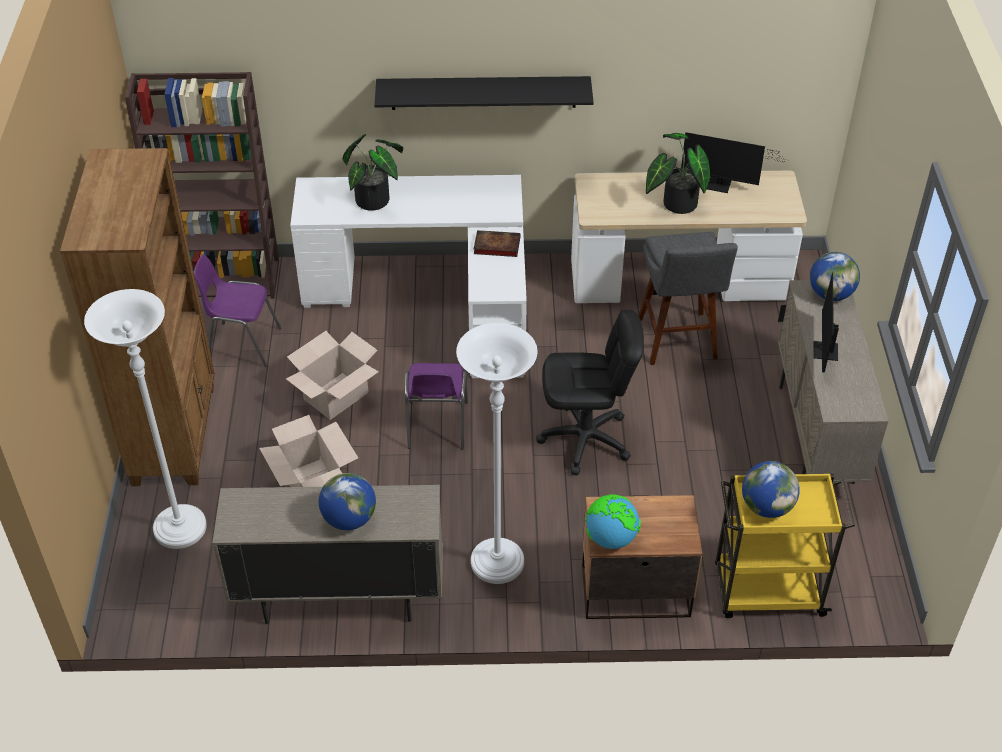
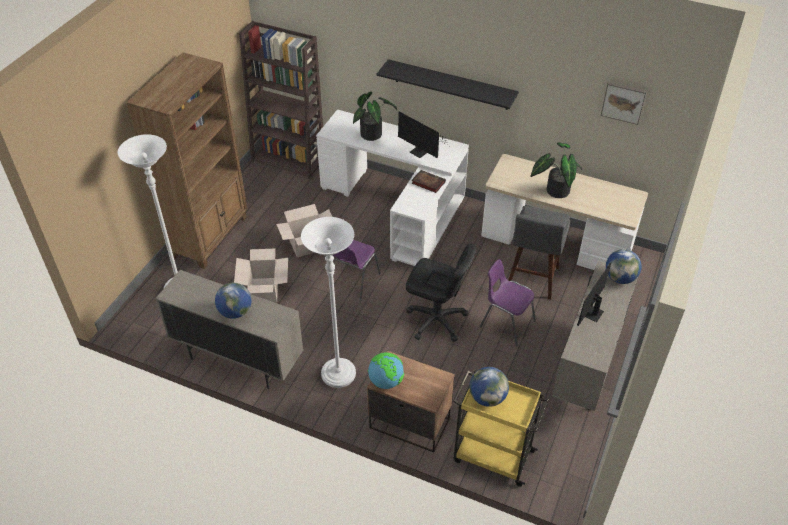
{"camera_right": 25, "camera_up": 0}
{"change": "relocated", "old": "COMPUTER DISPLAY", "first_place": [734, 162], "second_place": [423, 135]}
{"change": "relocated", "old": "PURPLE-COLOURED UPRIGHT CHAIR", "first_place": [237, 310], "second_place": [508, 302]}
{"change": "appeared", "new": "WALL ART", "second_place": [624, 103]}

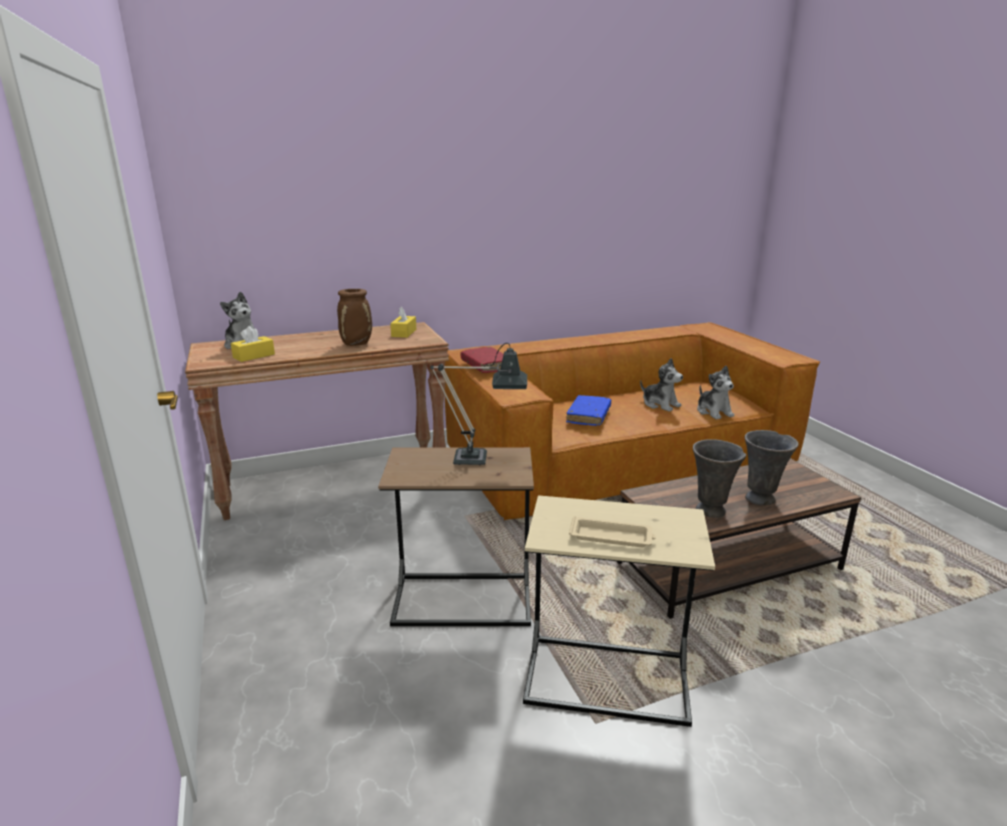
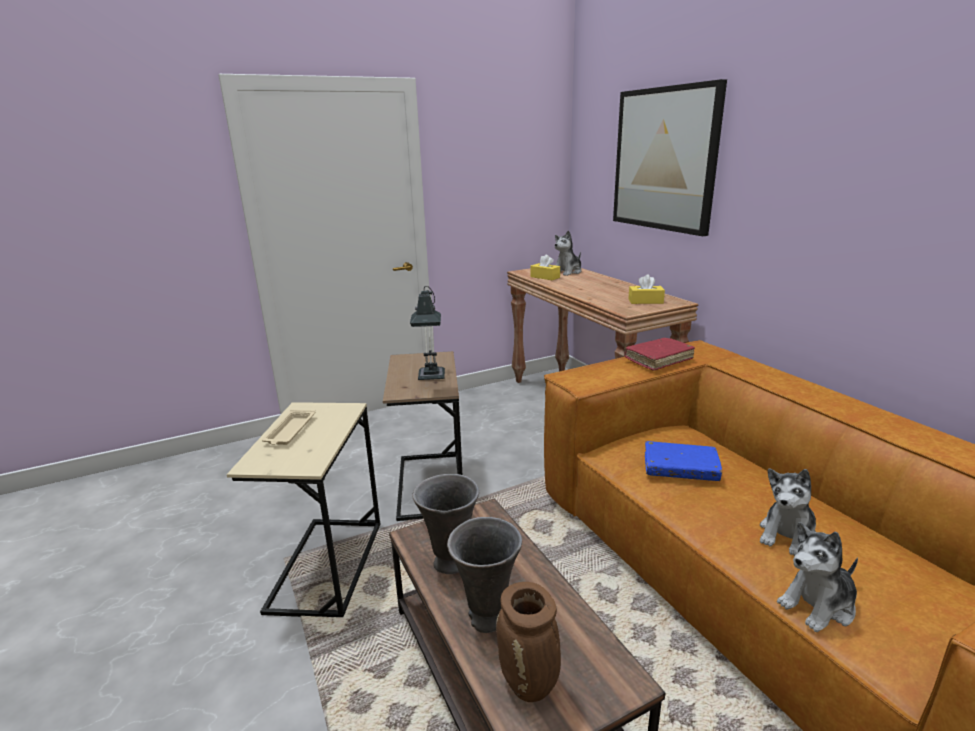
{"camera_right": 85, "camera_up": 0}
{"change": "relocated", "old": "BROWN DECORATIVE VASE", "first_place": [354, 317], "second_place": [528, 642]}
{"change": "appeared", "new": "WALL ART", "second_place": [670, 157]}

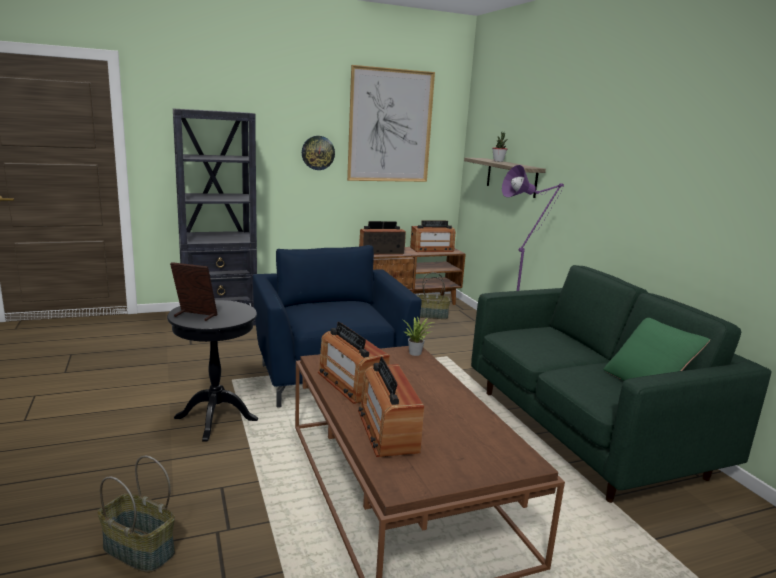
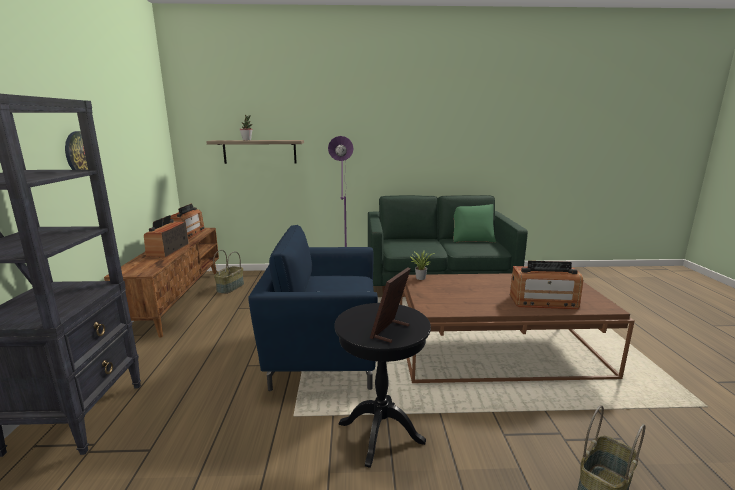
{"camera_right": -70, "camera_up": 0}
{"change": "missing", "old": "WALL ART", "first_place": [391, 123]}
{"change": "missing", "old": "RADIO SET", "first_place": [354, 363]}

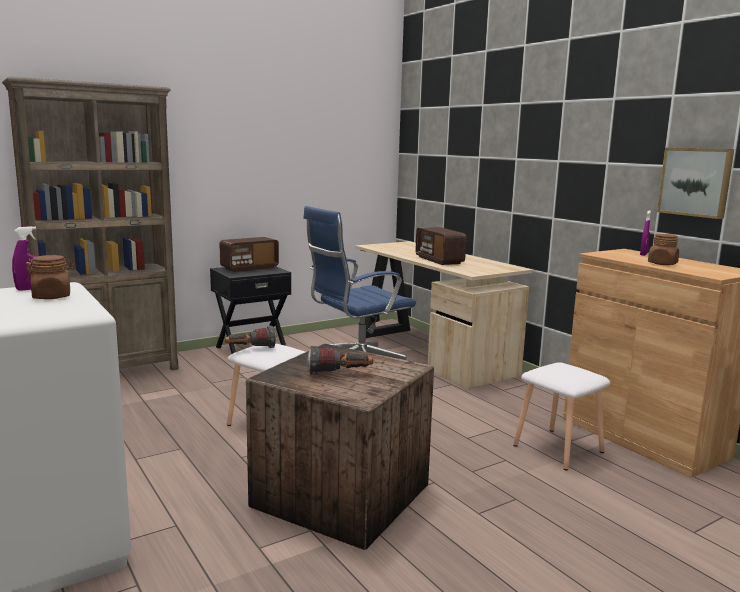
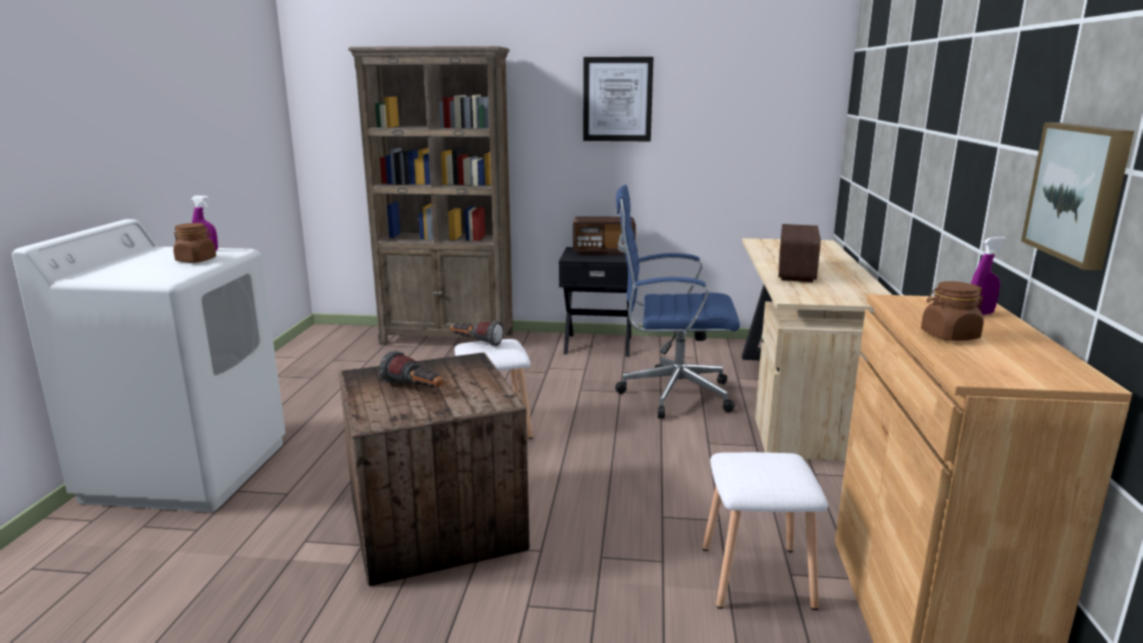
{"camera_right": 40, "camera_up": 5}
{"change": "appeared", "new": "WALL ART", "second_place": [618, 99]}

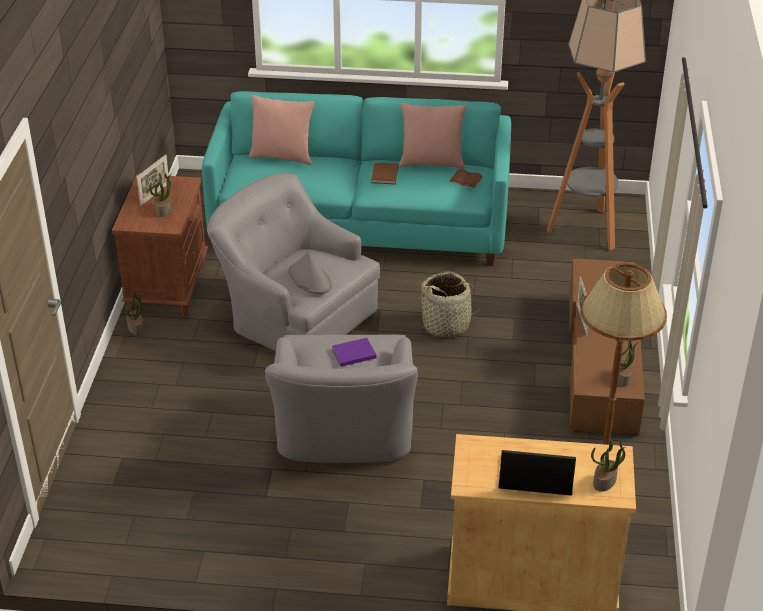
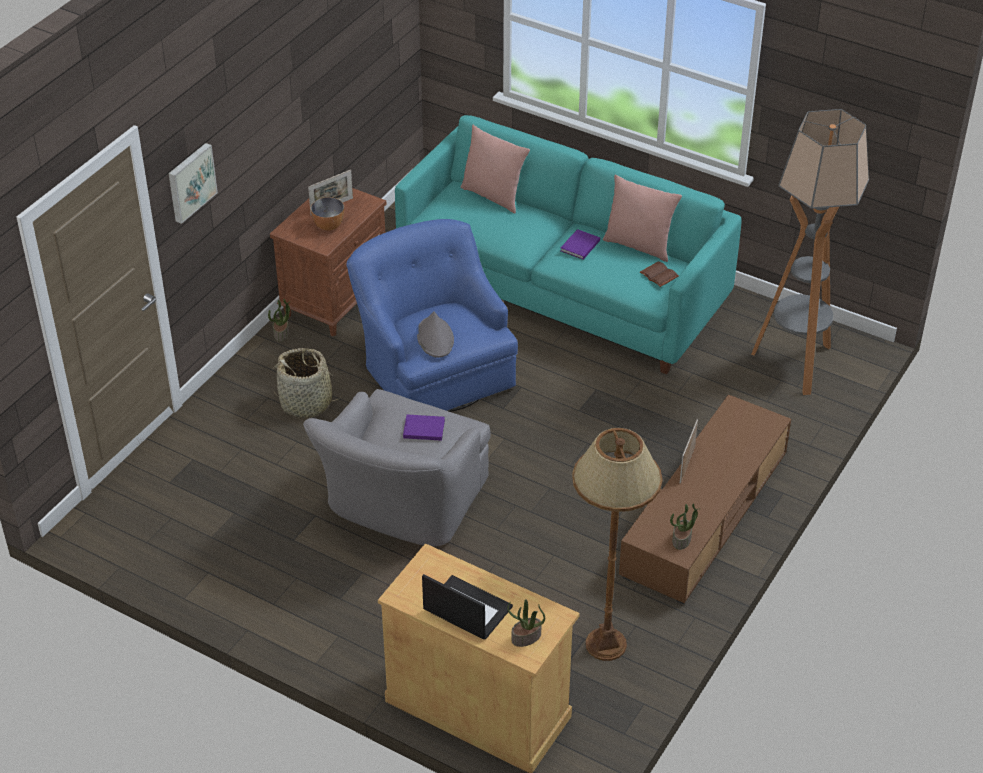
{"camera_right": 25, "camera_up": 5}
{"change": "colour", "old": "BROWN VOLUME", "new": "PURPLE-COLOURED VOLUME", "first_place": [384, 173], "second_place": [580, 244]}
{"change": "exchanged", "old": "POTTED PLANT", "new": "SERVING BOWL", "first_place": [160, 194], "second_place": [327, 213]}
{"change": "colour", "old": "GREY ARMCHAIR", "new": "BLUE ARMCHAIR", "first_place": [293, 262], "second_place": [432, 315]}
{"change": "relocated", "old": "BASKET", "first_place": [449, 304], "second_place": [307, 383]}
{"change": "appeared", "new": "WALL ART", "second_place": [193, 183]}

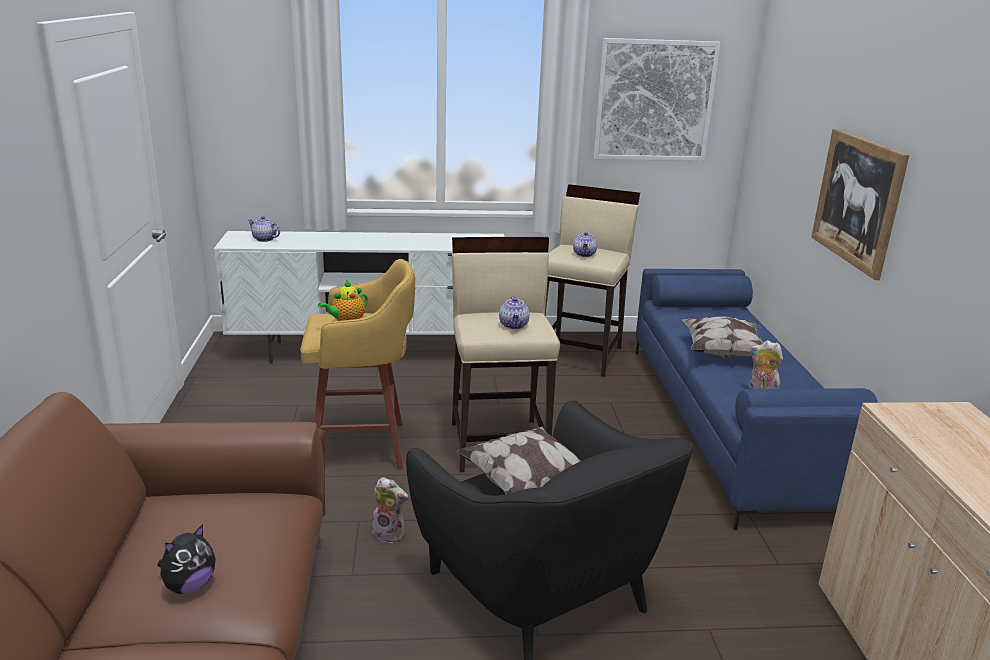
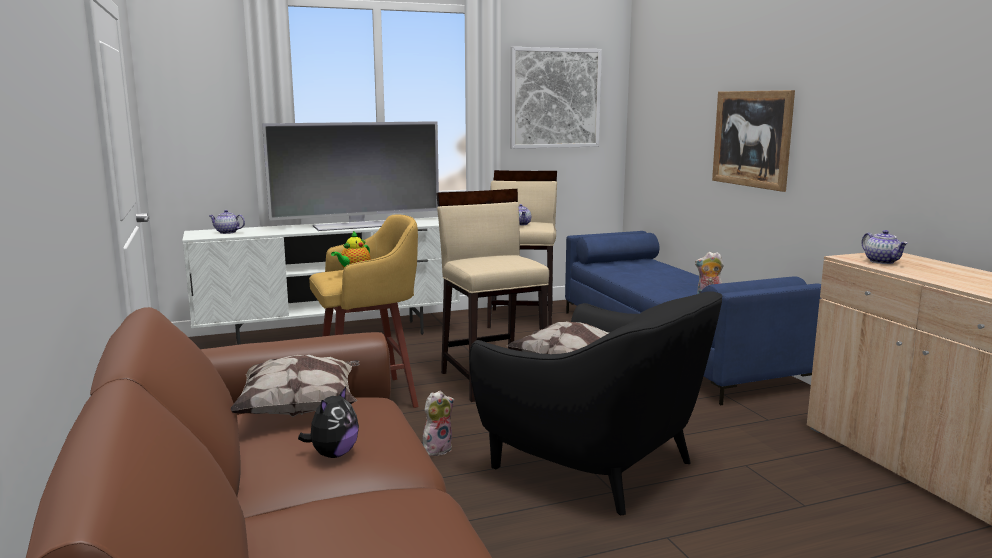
{"camera_right": -15, "camera_up": -10}
{"change": "relocated", "old": "TEA POT", "first_place": [514, 312], "second_place": [884, 247]}
{"change": "relocated", "old": "PILLOW", "first_place": [722, 337], "second_place": [295, 386]}
{"change": "spun", "old": "CUDDLY TOY", "first_place": [390, 510], "second_place": [438, 423], "degrees": -45}
{"change": "appeared", "new": "TV", "second_place": [350, 176]}

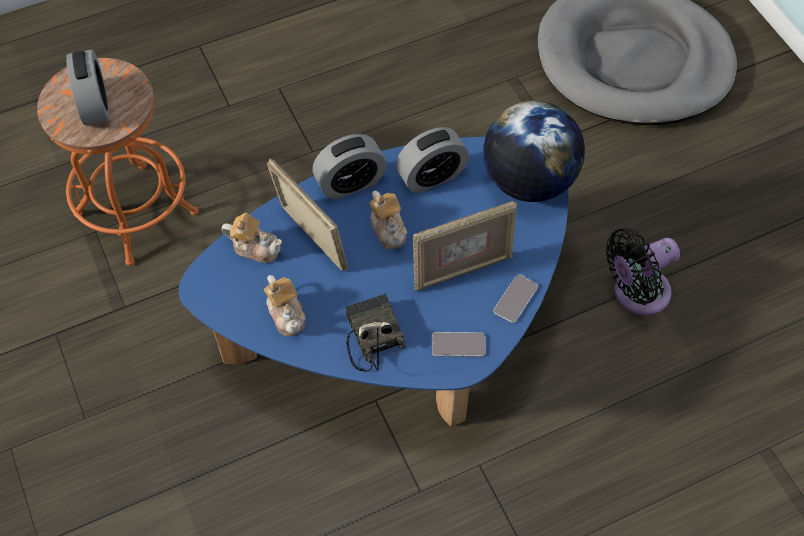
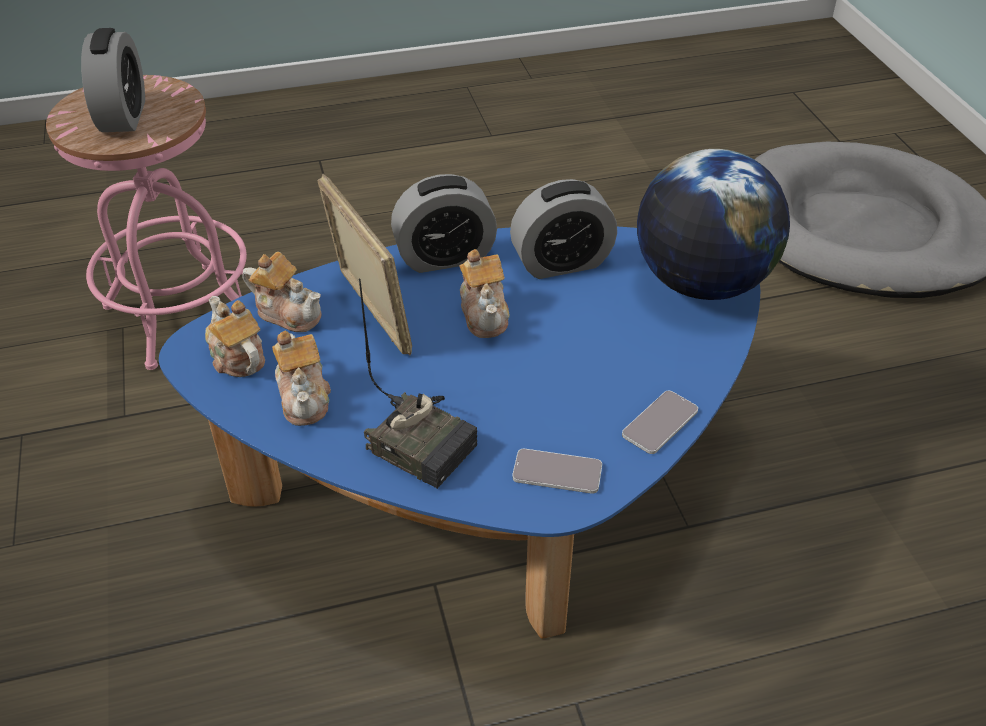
{"camera_right": 10, "camera_up": -15}
{"change": "colour", "old": "ORANGE STOOL", "new": "PINK-COLOURED STOOL", "first_place": [118, 162], "second_place": [146, 222]}
{"change": "missing", "old": "PHOTO FRAME", "first_place": [465, 246]}
{"change": "missing", "old": "BLACK FAN", "first_place": [643, 272]}
{"change": "spun", "old": "RADIO SET", "first_place": [375, 333], "second_place": [418, 384], "degrees": 135}
{"change": "appeared", "new": "TEA POT", "second_place": [235, 336]}

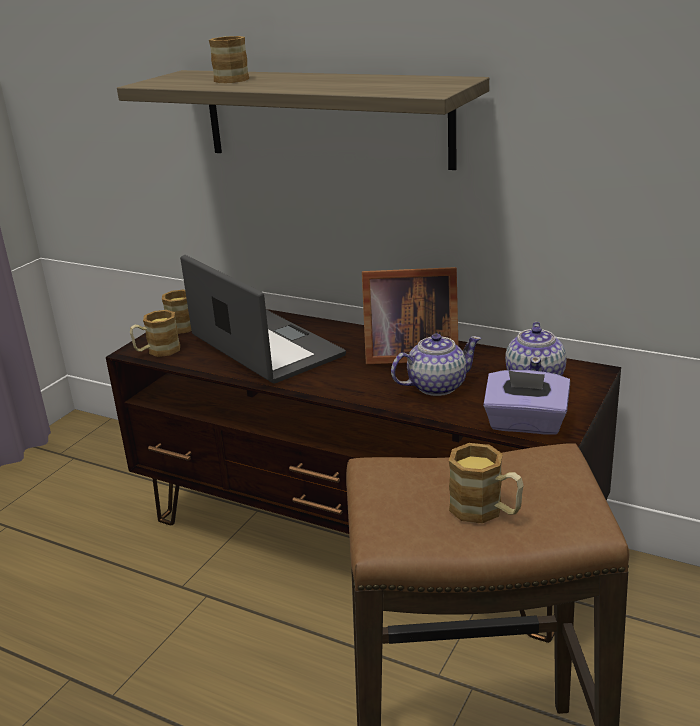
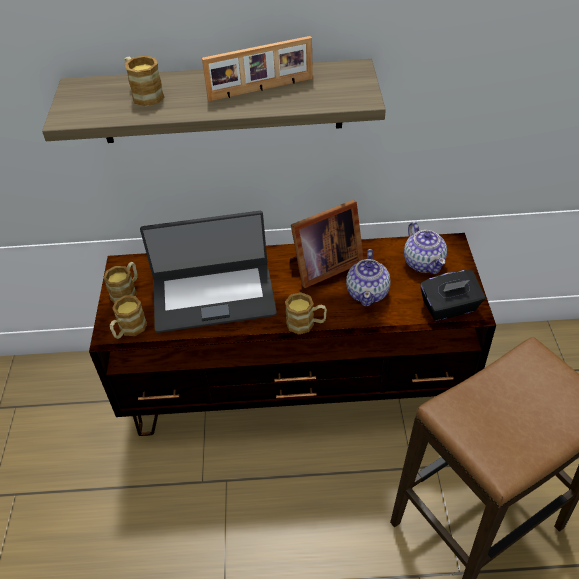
{"camera_right": -30, "camera_up": 20}
{"change": "spun", "old": "LAPTOP", "first_place": [263, 319], "second_place": [208, 272], "degrees": 150}
{"change": "spun", "old": "TEA POT", "first_place": [436, 365], "second_place": [368, 277], "degrees": 150}
{"change": "colour", "old": "PURPLE-COLOURED BOX OF TISSUES", "new": "BLACK BOX OF TISSUES", "first_place": [526, 402], "second_place": [452, 295]}
{"change": "relocated", "old": "TEA MUG", "first_place": [486, 483], "second_place": [306, 313]}
{"change": "appeared", "new": "PHOTO FRAME", "second_place": [257, 68]}

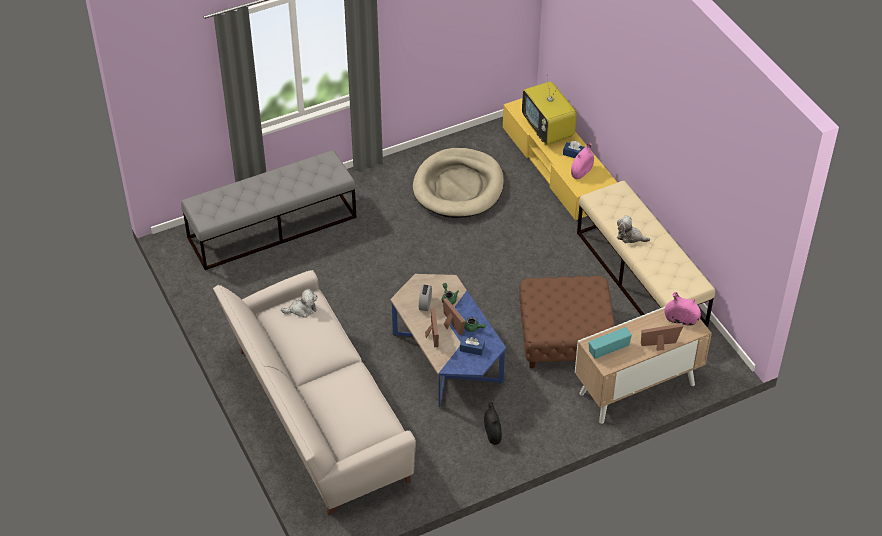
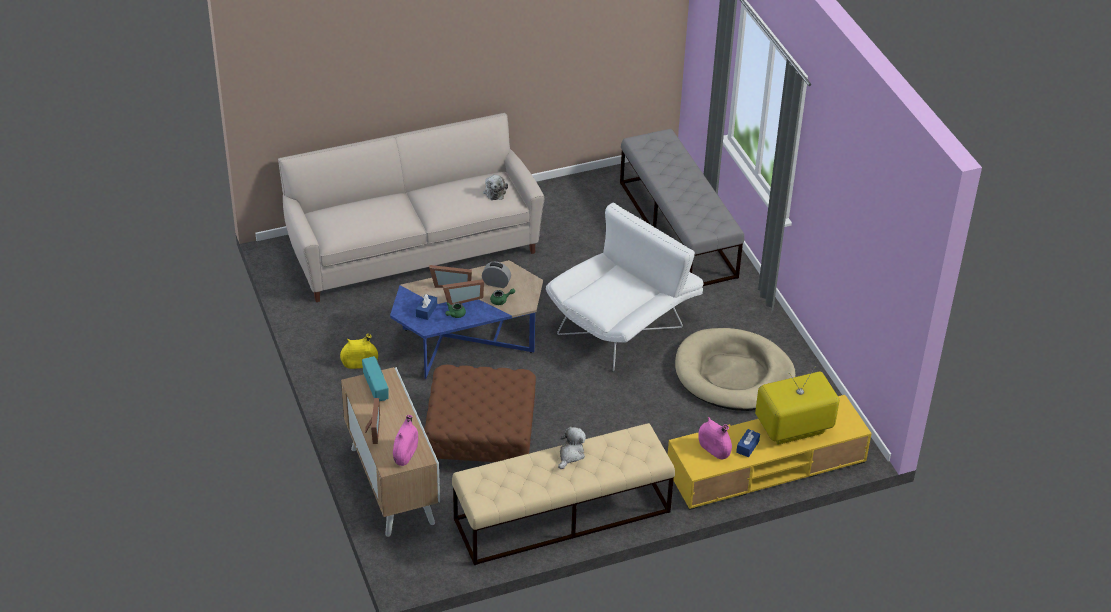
{"camera_right": 95, "camera_up": -5}
{"change": "colour", "old": "BLACK DECORATIVE VASE", "new": "YELLOW DECORATIVE VASE", "first_place": [493, 423], "second_place": [359, 351]}
{"change": "appeared", "new": "WHITE-COLOURED ARMCHAIR", "second_place": [625, 287]}

